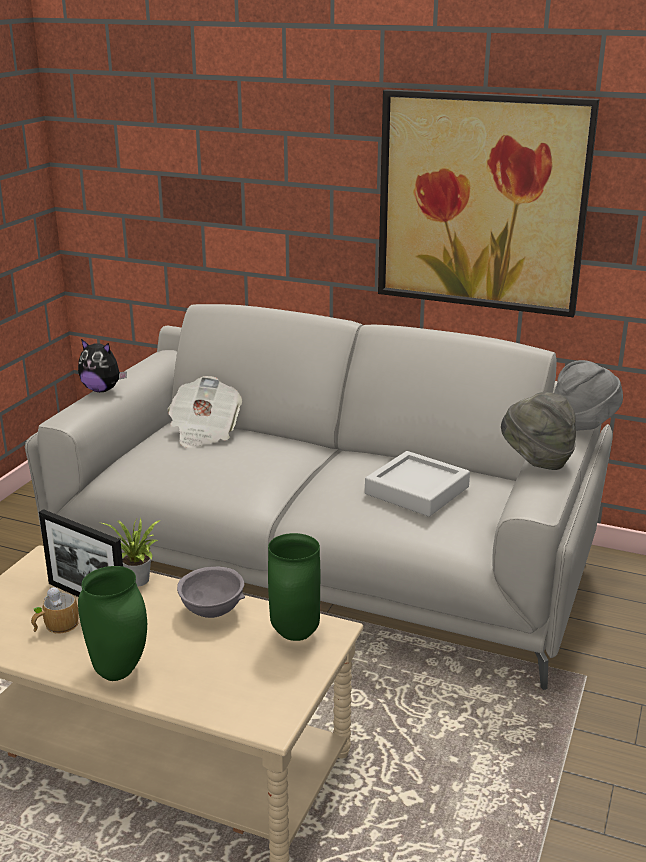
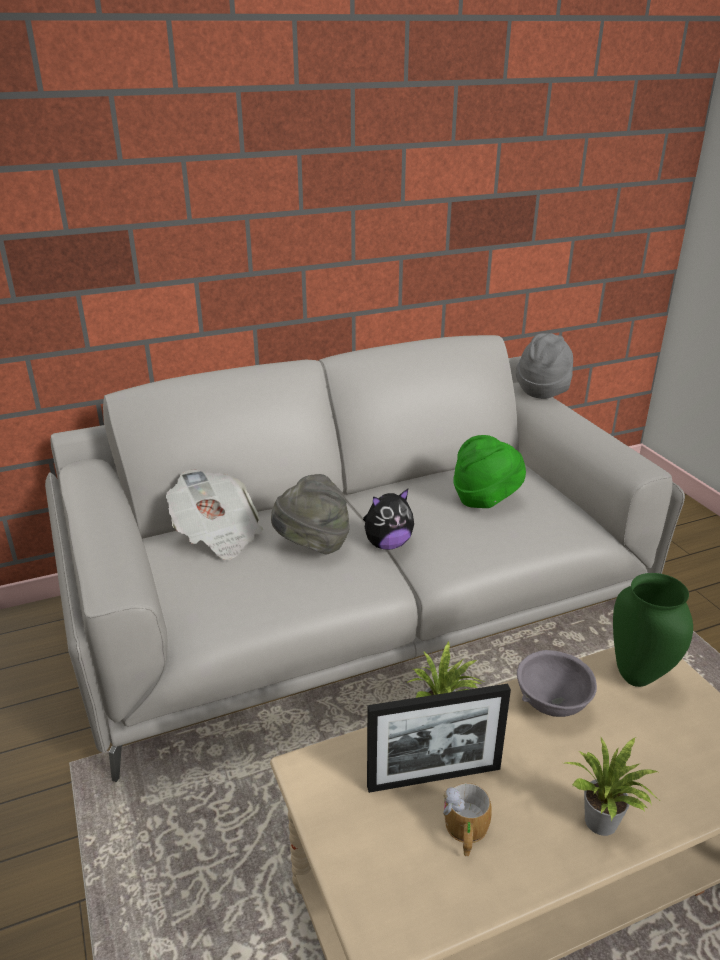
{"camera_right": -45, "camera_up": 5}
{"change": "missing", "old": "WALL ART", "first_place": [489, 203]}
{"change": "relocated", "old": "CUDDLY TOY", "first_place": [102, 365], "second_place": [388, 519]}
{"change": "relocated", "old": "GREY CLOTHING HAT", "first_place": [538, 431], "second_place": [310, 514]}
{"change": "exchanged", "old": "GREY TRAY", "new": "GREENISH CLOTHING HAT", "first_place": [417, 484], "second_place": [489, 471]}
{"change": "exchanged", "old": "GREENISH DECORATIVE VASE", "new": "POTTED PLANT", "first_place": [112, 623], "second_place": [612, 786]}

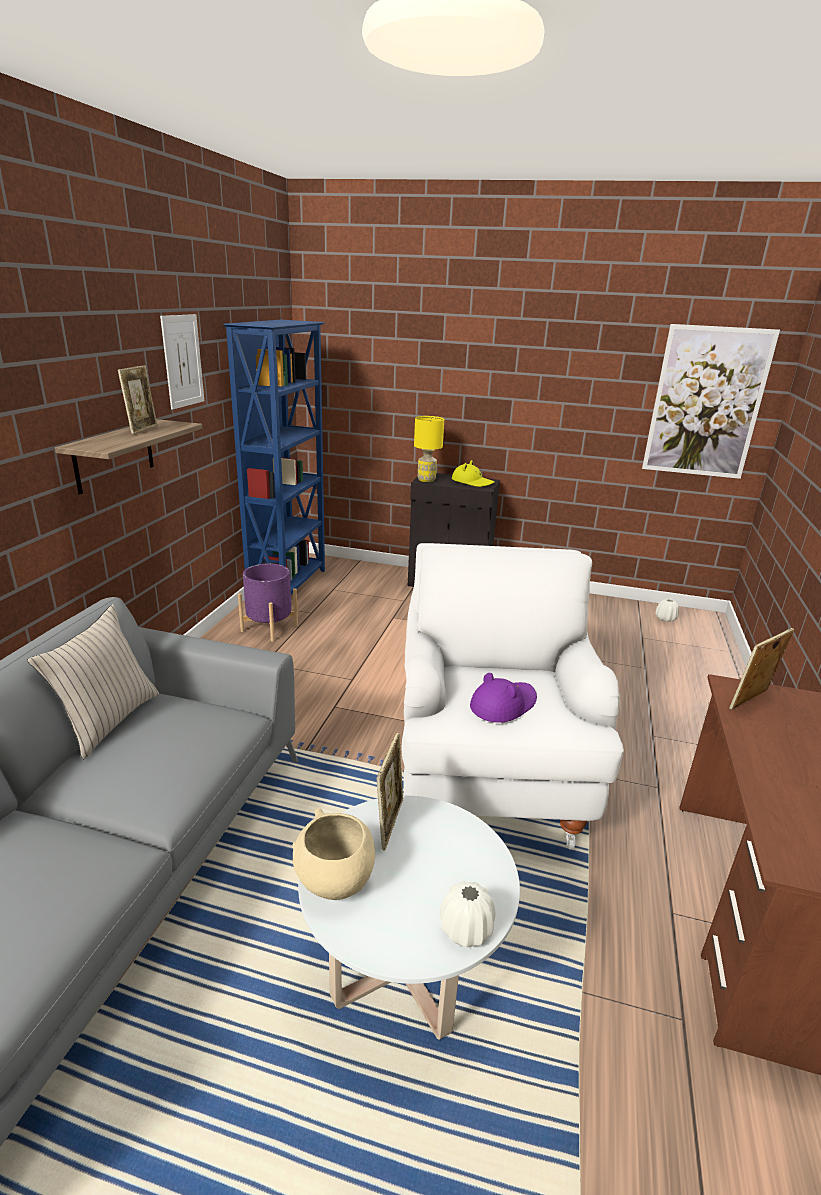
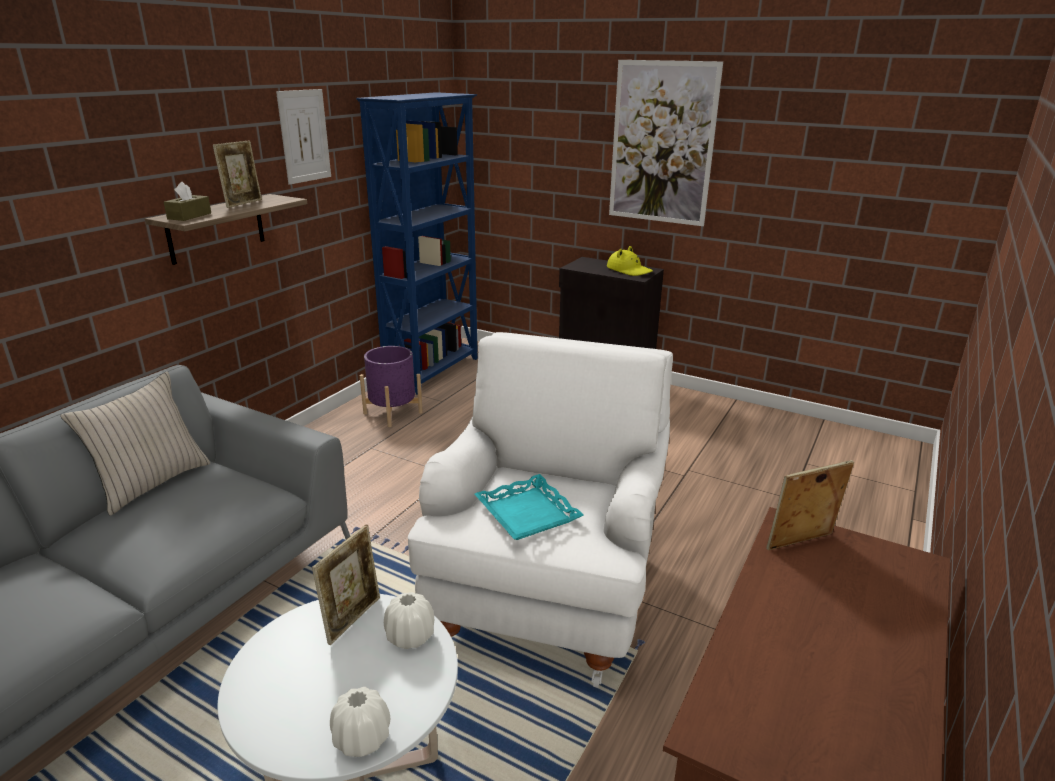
{"camera_right": 15, "camera_up": 0}
{"change": "relocated", "old": "WALL ART", "first_place": [711, 401], "second_place": [666, 143]}
{"change": "missing", "old": "YELLOW TABLETOP LAMP", "first_place": [429, 449]}
{"change": "relocated", "old": "WHITE-COLOURED DECORATIVE VASE", "first_place": [667, 610], "second_place": [409, 620]}
{"change": "exchanged", "old": "PURPLE-COLOURED CLOTHING HAT", "new": "BLUE-GREEN TRAY", "first_place": [503, 698], "second_place": [529, 507]}
{"change": "missing", "old": "BEIGE-COLOURED SERVING BOWL", "first_place": [333, 854]}
{"change": "appeared", "new": "BROWN BOX OF TISSUES", "second_place": [187, 201]}

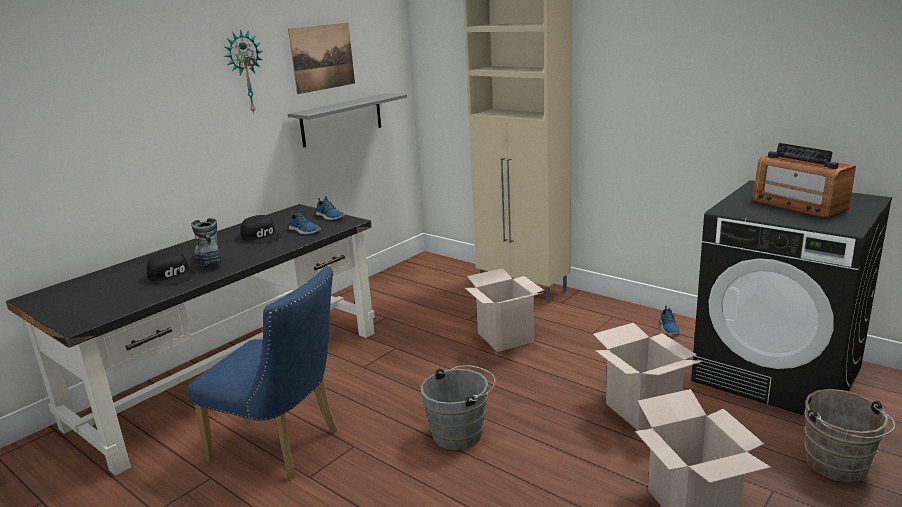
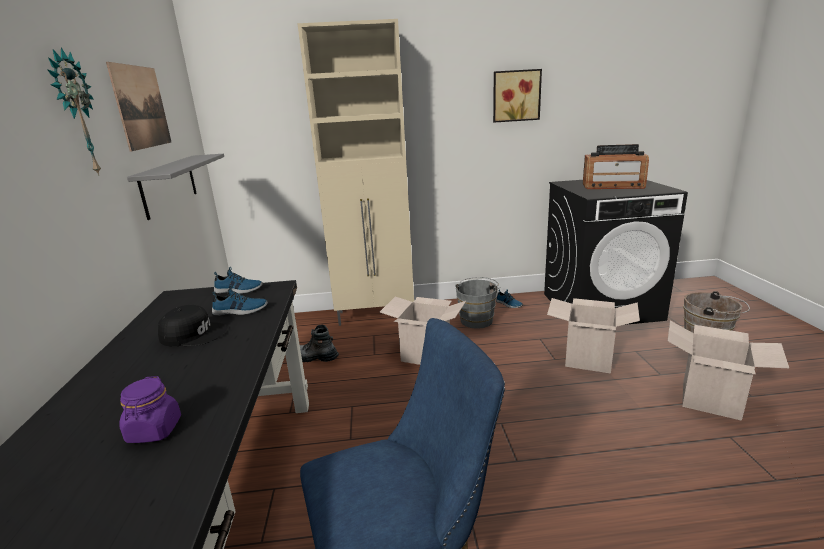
{"camera_right": -45, "camera_up": 0}
{"change": "relocated", "old": "HIGH-TOP BOOT", "first_place": [206, 242], "second_place": [319, 343]}
{"change": "exchanged", "old": "BLACK BASEBALL CAP", "new": "PURPLE-COLOURED STORAGE JAR", "first_place": [171, 268], "second_place": [150, 409]}
{"change": "relocated", "old": "GREY PAIL", "first_place": [457, 407], "second_place": [478, 303]}
{"change": "appeared", "new": "WALL ART", "second_place": [517, 96]}

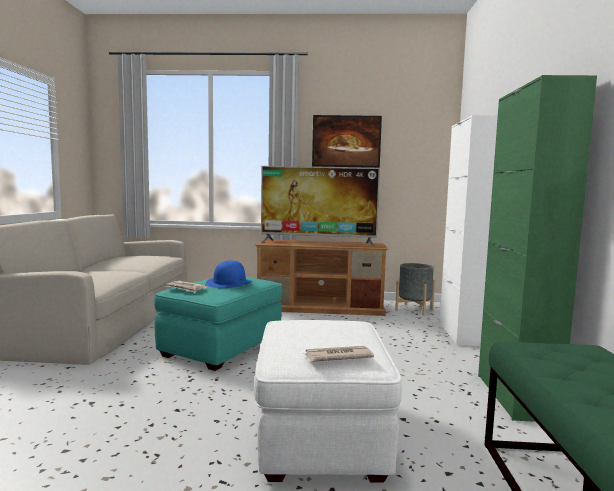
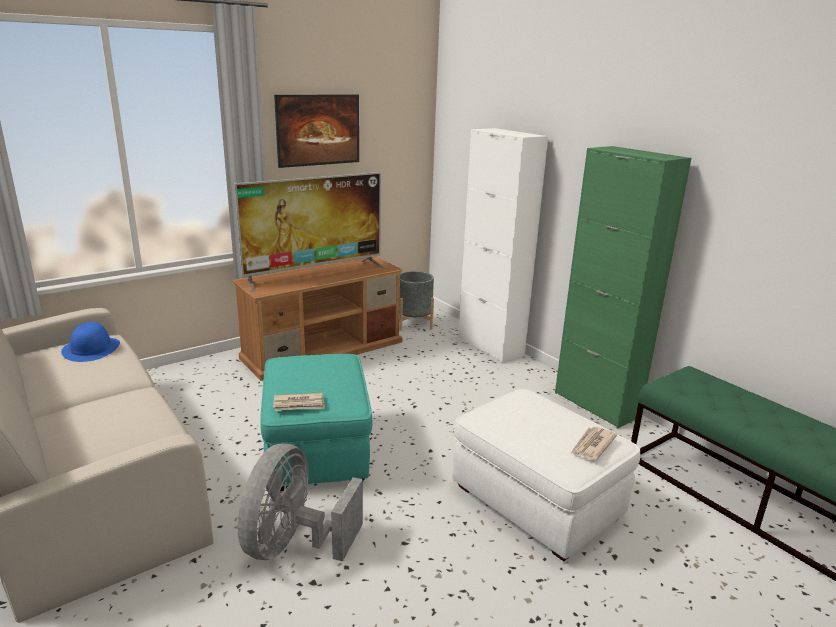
{"camera_right": -40, "camera_up": 15}
{"change": "relocated", "old": "BLUE CLOTHING HAT", "first_place": [229, 274], "second_place": [90, 342]}
{"change": "appeared", "new": "GREY FAN", "second_place": [300, 502]}

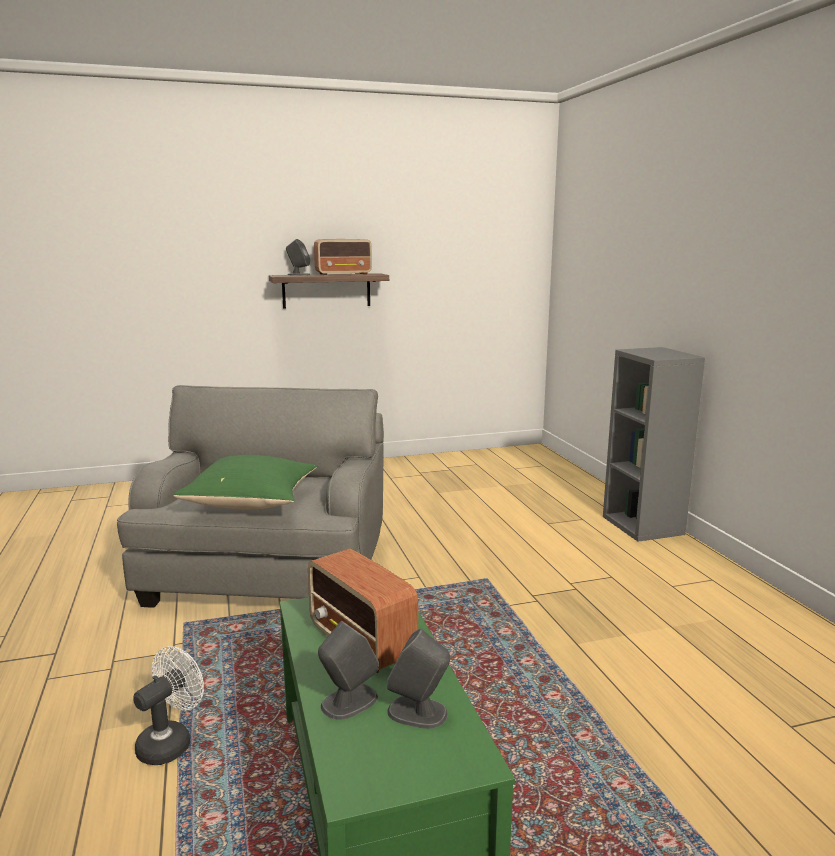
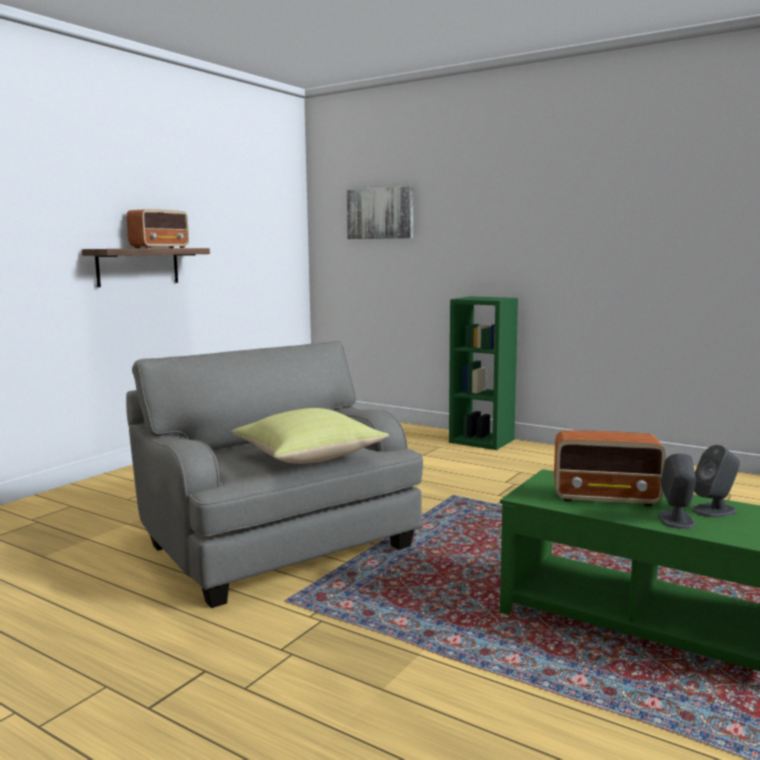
{"camera_right": -40, "camera_up": -5}
{"change": "missing", "old": "GREY AUDIO SPEAKER", "first_place": [298, 257]}
{"change": "colour", "old": "GREY SHELVING UNIT", "new": "GREENISH SHELVING UNIT", "first_place": [654, 444], "second_place": [483, 373]}
{"change": "colour", "old": "GREENISH PILLOW", "new": "YELLOW PILLOW", "first_place": [245, 482], "second_place": [310, 436]}
{"change": "missing", "old": "WHITE-COLOURED FAN", "first_place": [168, 705]}
{"change": "appeared", "new": "WALL ART", "second_place": [380, 212]}

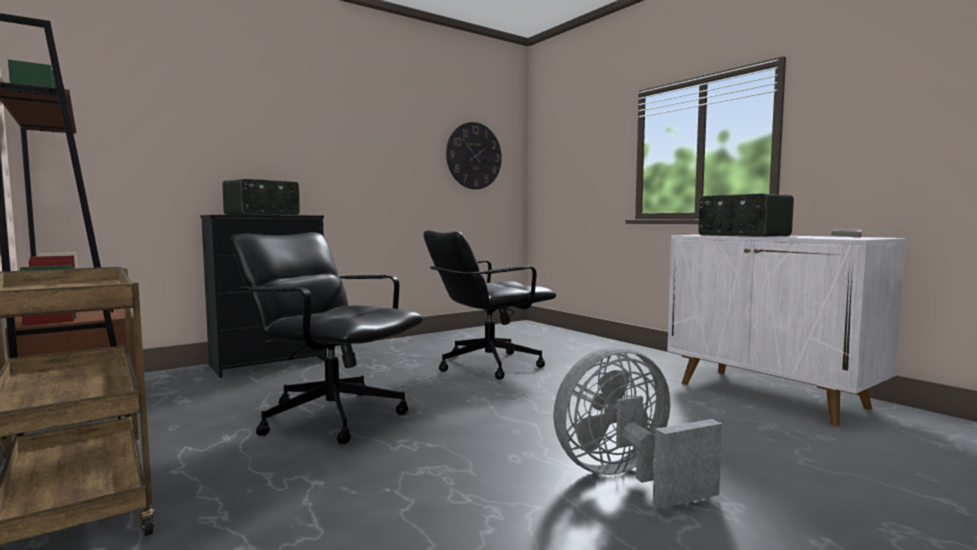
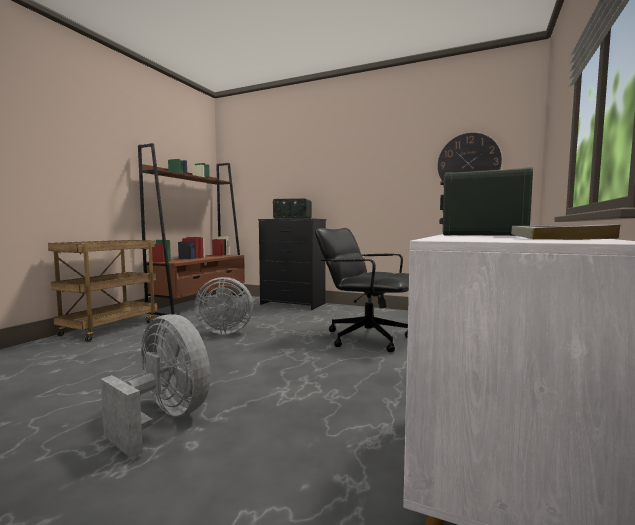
{"camera_right": 60, "camera_up": 0}
{"change": "exchanged", "old": "BLACK COMPUTER CHAIR", "new": "GREY FAN", "first_place": [327, 338], "second_place": [224, 305]}

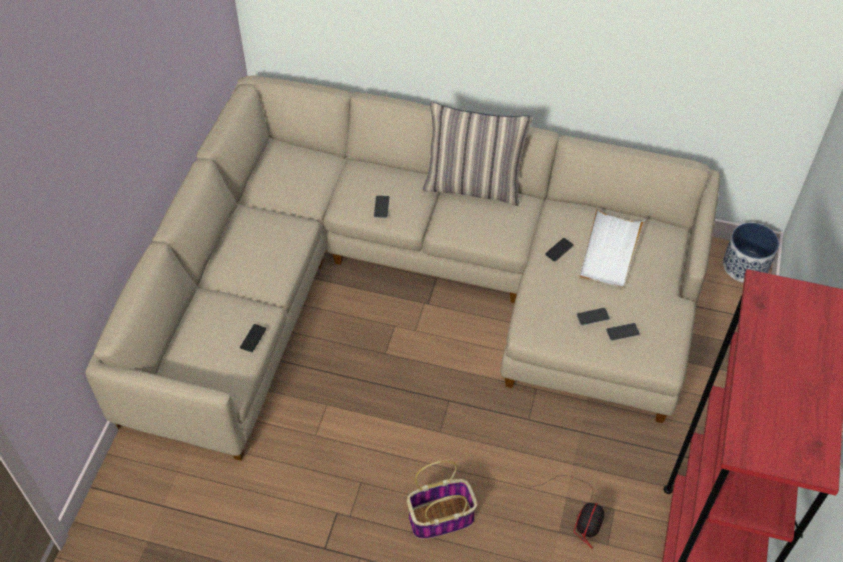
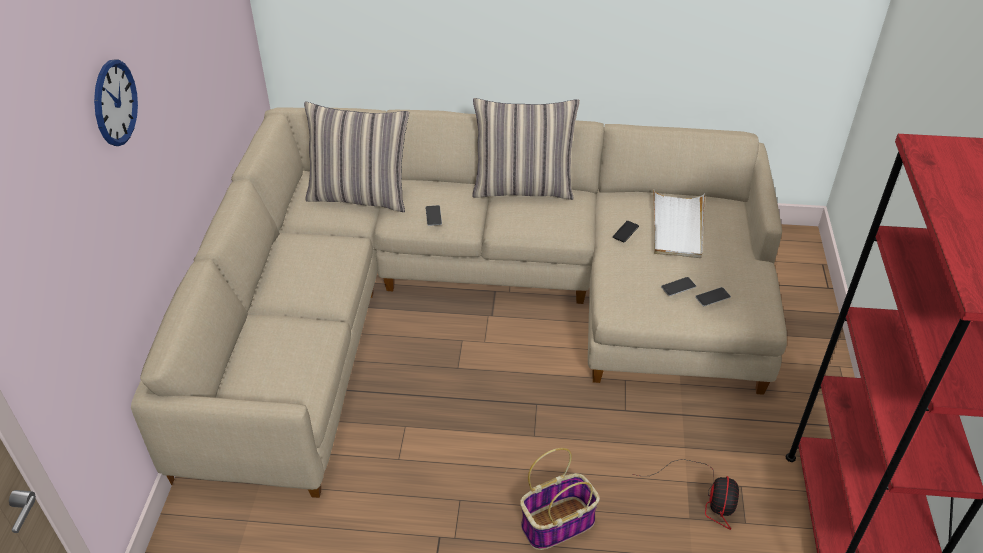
{"camera_right": -10, "camera_up": -10}
{"change": "missing", "old": "PLANT POT", "first_place": [751, 253]}
{"change": "missing", "old": "TELEPHONE", "first_place": [253, 338]}
{"change": "appeared", "new": "HANGING CLOCK", "second_place": [116, 102]}
{"change": "appeared", "new": "PILLOW", "second_place": [356, 157]}

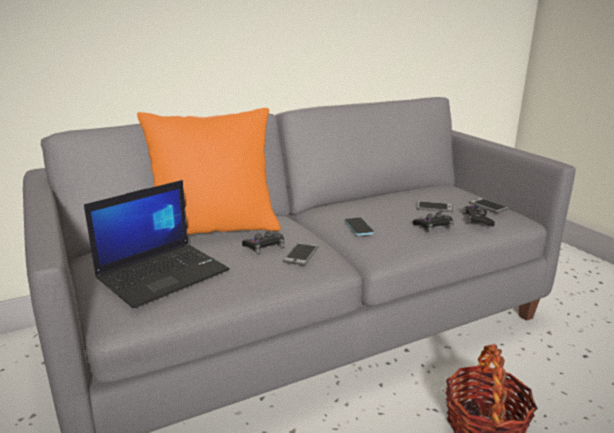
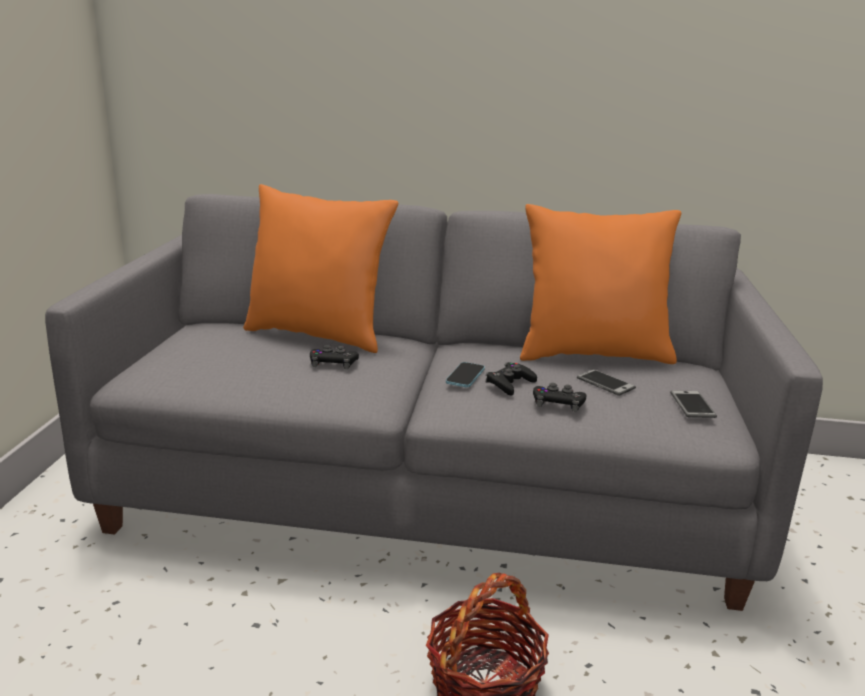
{"camera_right": 35, "camera_up": 0}
{"change": "missing", "old": "LAPTOP", "first_place": [157, 244]}
{"change": "relocated", "old": "BLACK GAME CONTROLLER", "first_place": [479, 216], "second_place": [511, 379]}
{"change": "missing", "old": "TELEPHONE", "first_place": [300, 254]}
{"change": "appeared", "new": "ORANGE PILLOW", "second_place": [600, 284]}

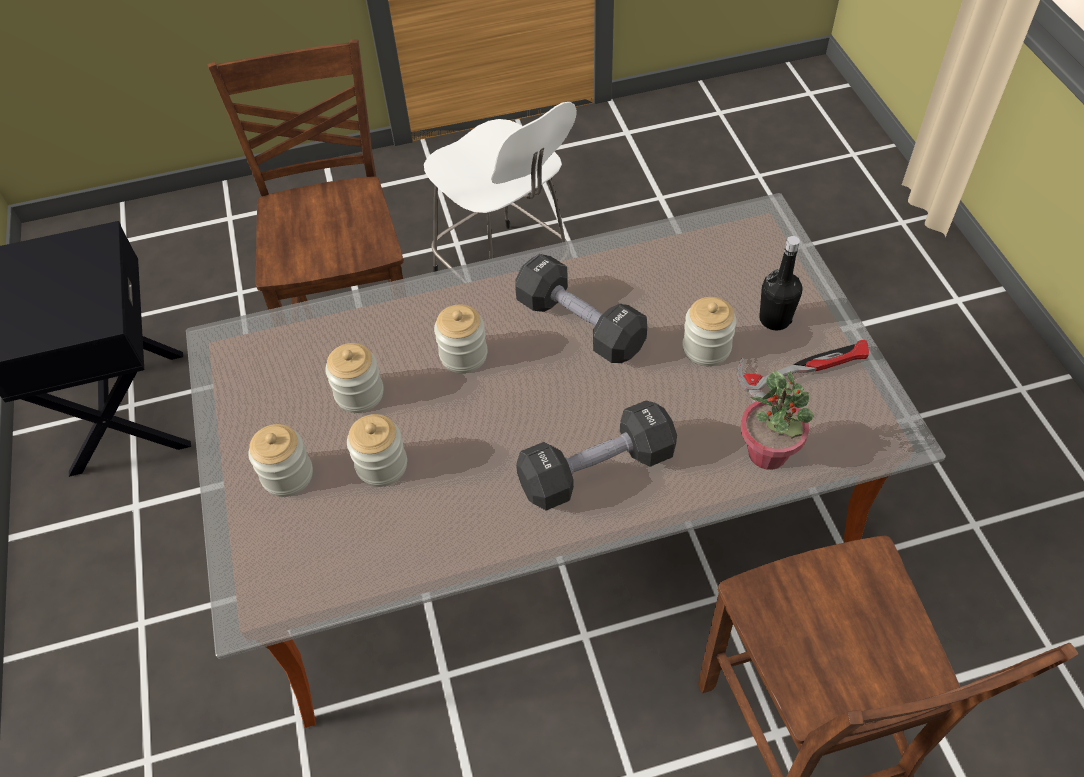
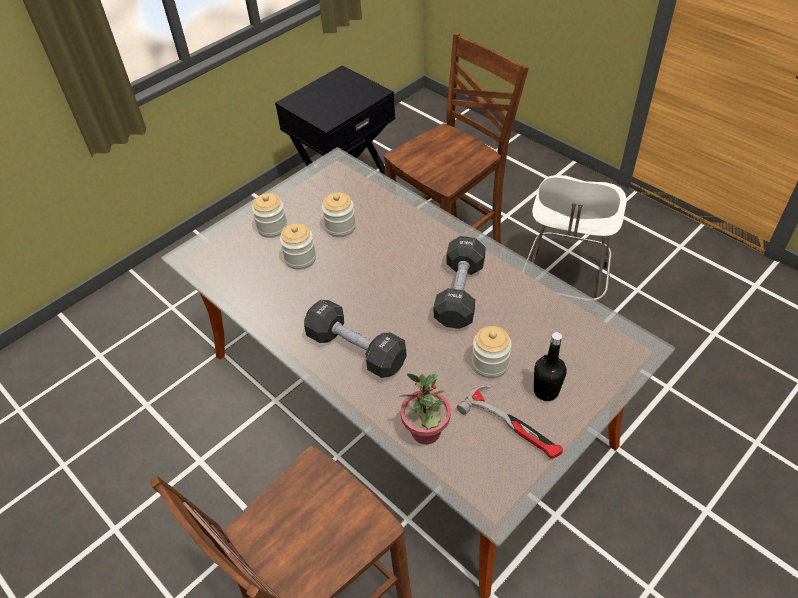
{"camera_right": 60, "camera_up": -5}
{"change": "missing", "old": "STORAGE JAR", "first_place": [460, 338]}

